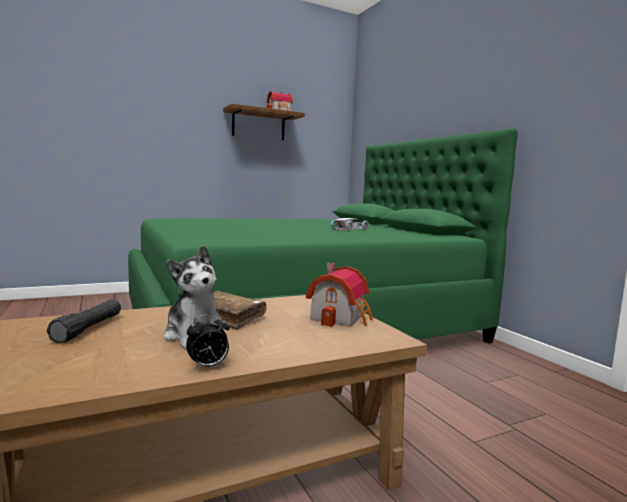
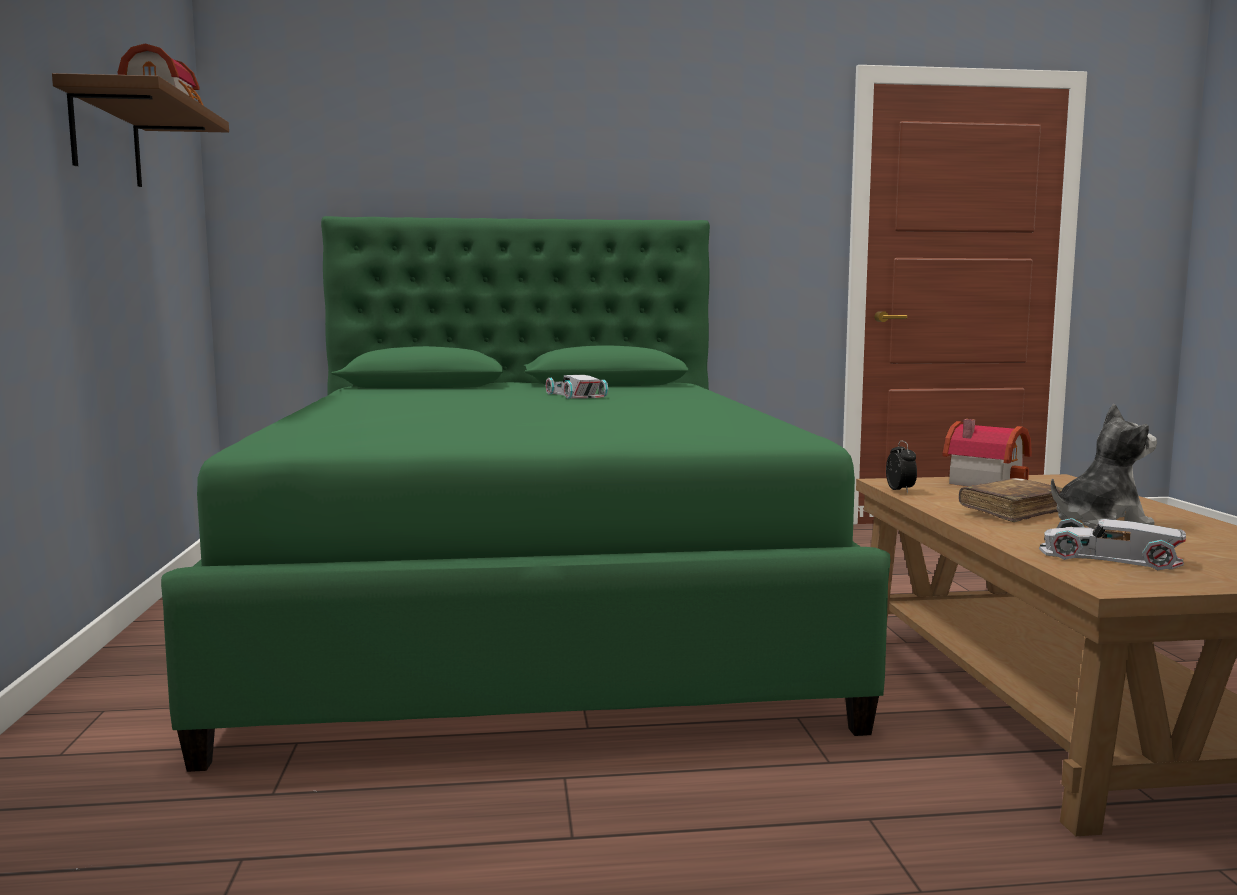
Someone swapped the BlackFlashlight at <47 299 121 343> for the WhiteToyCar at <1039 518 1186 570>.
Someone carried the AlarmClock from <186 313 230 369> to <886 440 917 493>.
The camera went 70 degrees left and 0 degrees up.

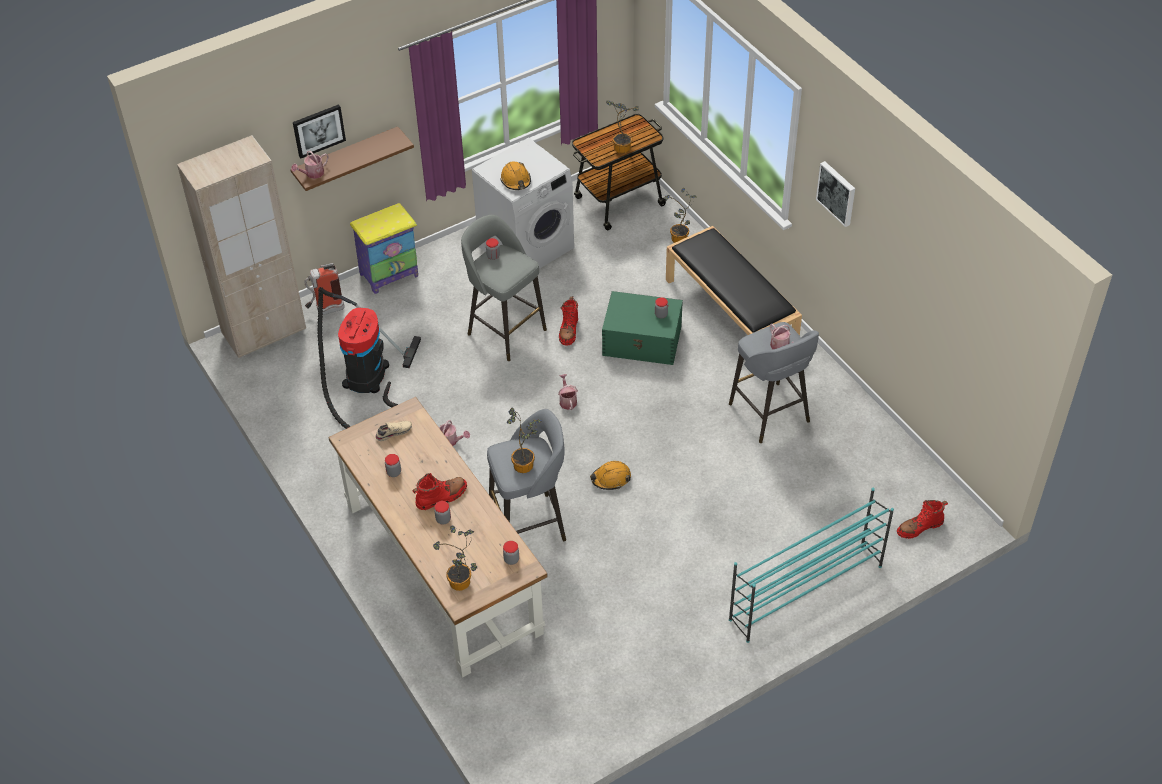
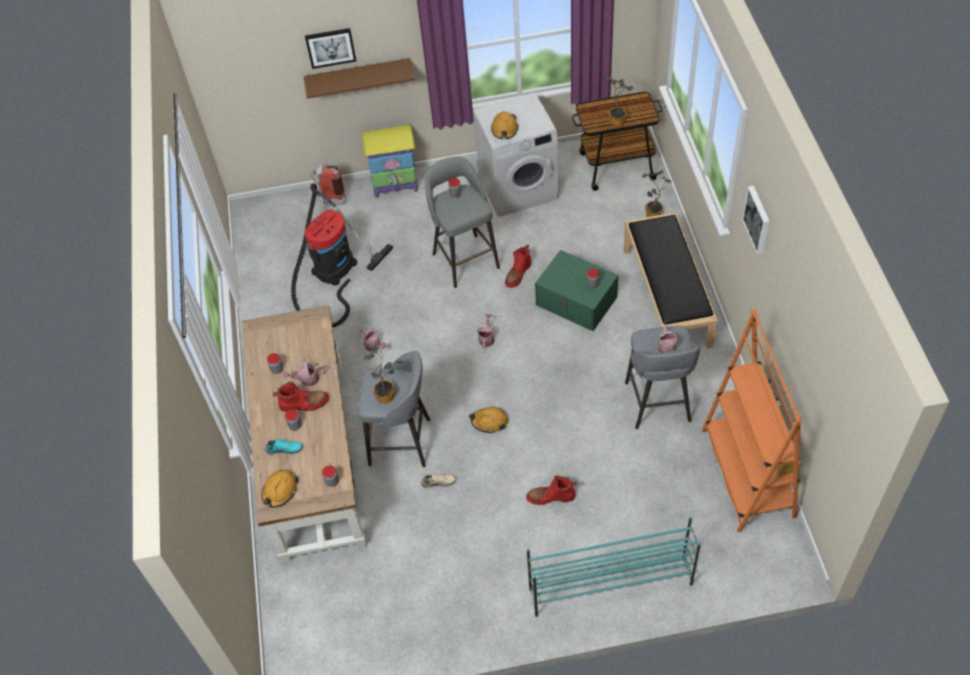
Someone took away the BeigeCabinet at <177 135 306 358>.
Someone carried the WateringCan from <291 151 329 179> to <283 360 326 386>.
Someone carried the BeigeShoe from <375 421 412 441> to <421 473 456 488>.
Someone swapped the PottedPlant at <433 525 477 591> for the OrangeHardHat at <262 470 298 507>.
Someone carried the RedBoot from <897 500 948 539> to <526 475 577 505>.
Someone put down the TurquoiseShoe at <265 439 302 454>.
Someone put down the OrangeBookcase at <702 309 802 532>.
The camera went 25 degrees right and 5 degrees up.

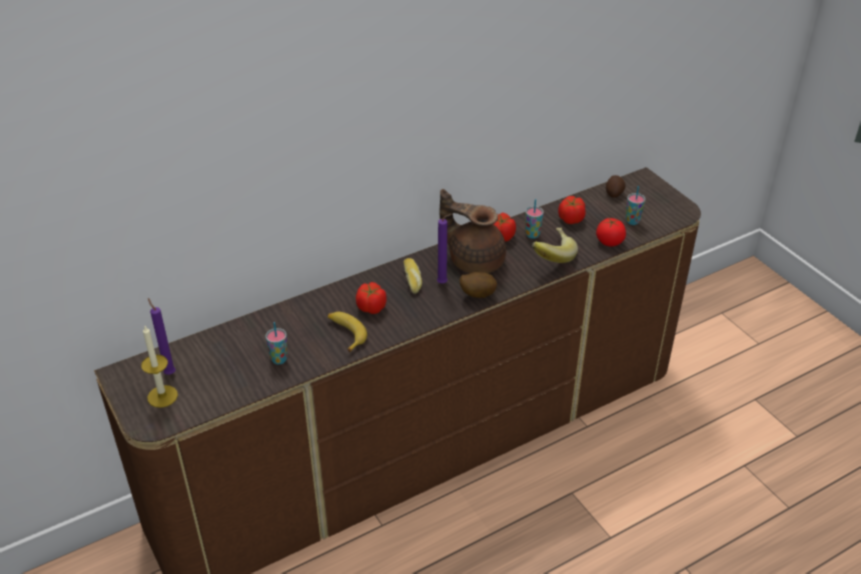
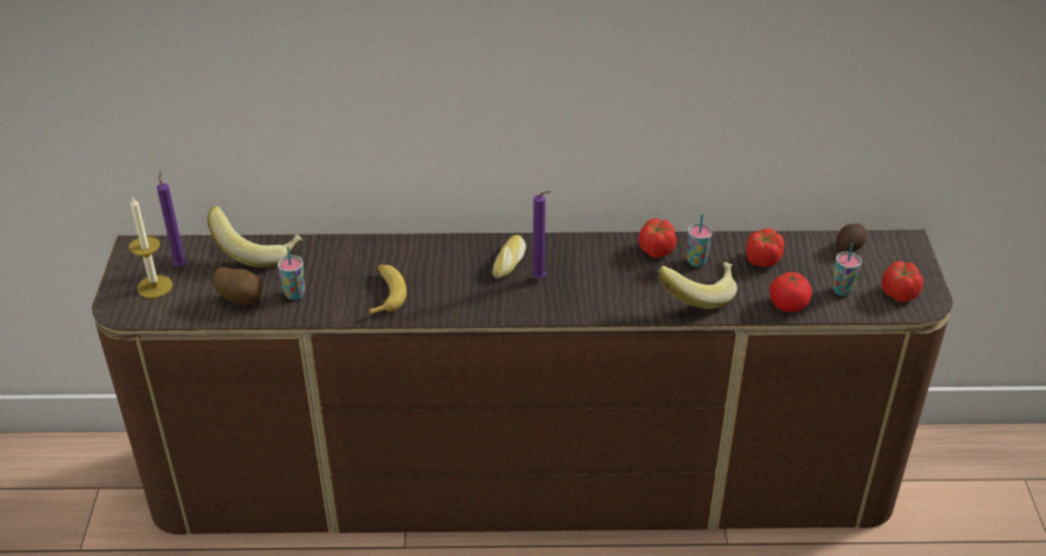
Someone carried the Tomato from <356 282 387 314> to <881 261 923 302>.
Someone took away the BrownTeapot at <440 189 506 273>.
Someone carried the Potato from <460 272 497 298> to <213 267 262 305>.
Someone put down the Banana at <207 206 302 268>.
The camera went 30 degrees right and 0 degrees up.

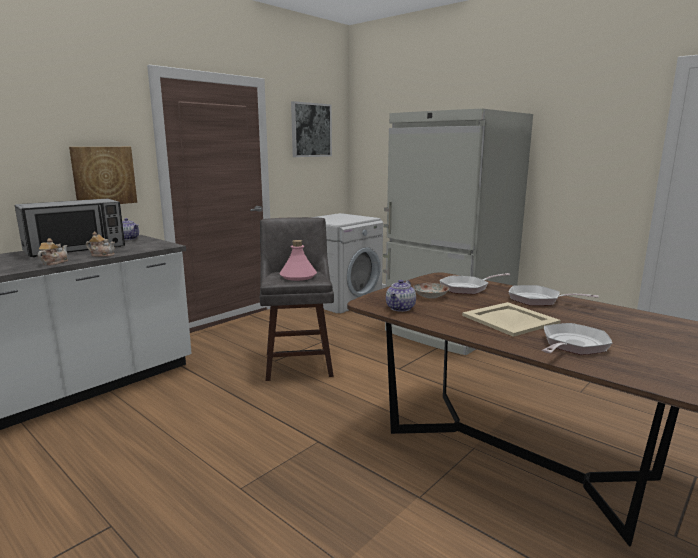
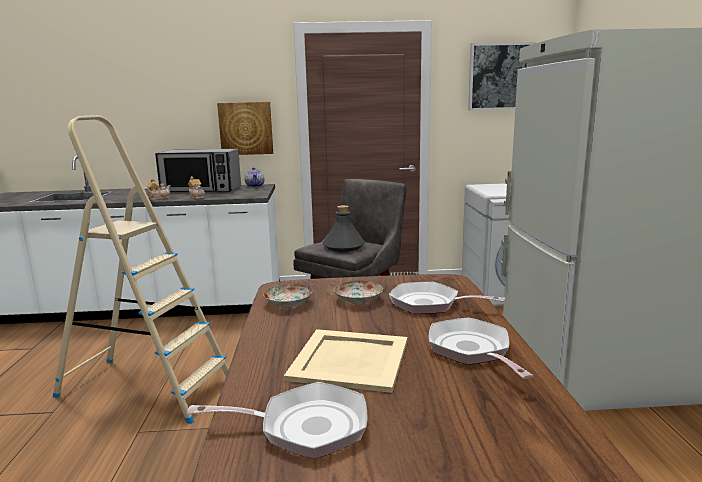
Someone repainted the PinkBottle at <279 240 317 281>, which became the GreyBottle at <323 205 365 252>.
Someone swapped the Teapot at <386 280 416 312> for the Plate at <263 284 312 308>.
Someone put down the BeigeStepLadder at <53 115 229 424>.
The camera went 45 degrees right and 0 degrees up.

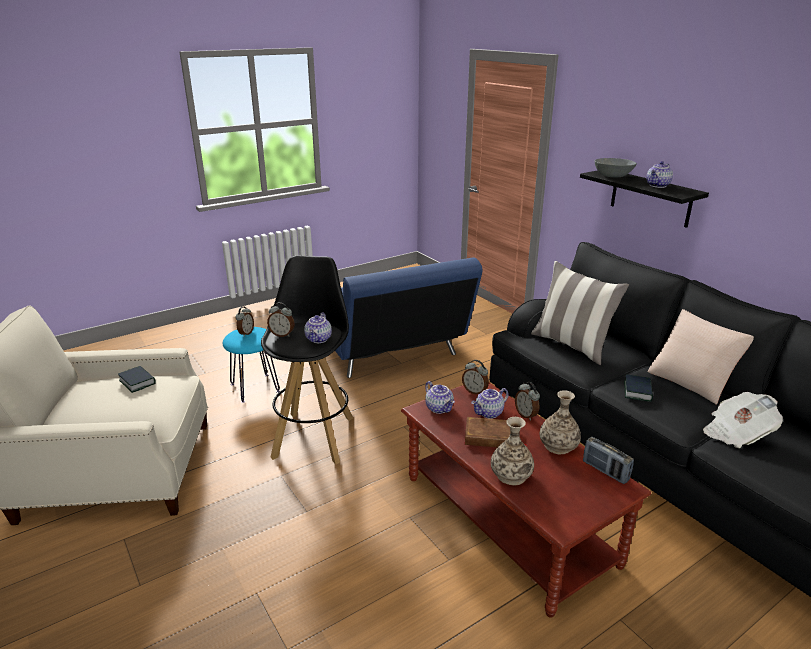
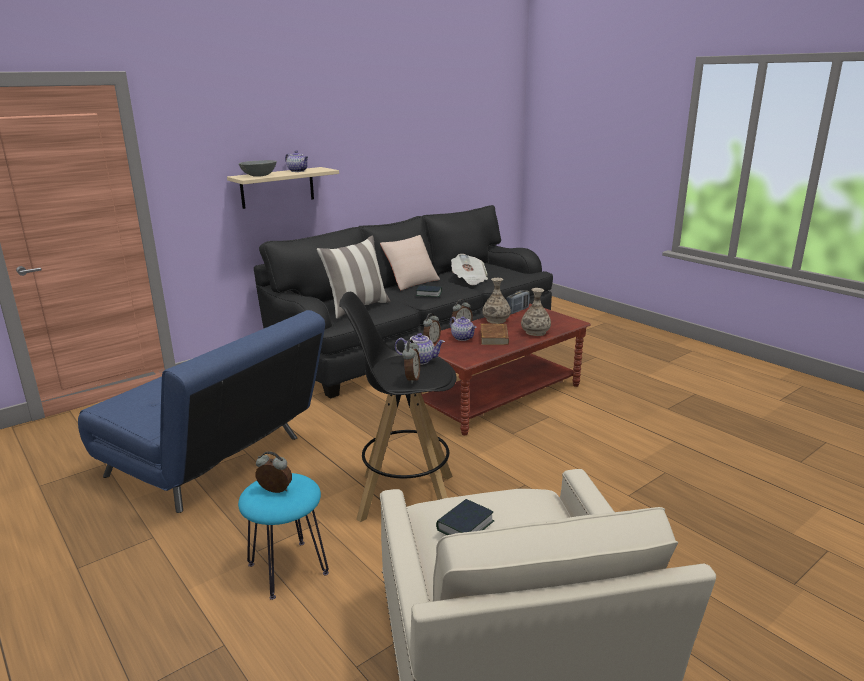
Someone rotated the BlueArmchair at <335 257 482 378> by 60 degrees clockwise.
Someone took away the Teapot at <425 381 455 414>.
Someone repainted the BlackShelf at <580 170 709 228>, which became the BeigeShelf at <227 167 339 209>.
The camera went 95 degrees left and 5 degrees down.

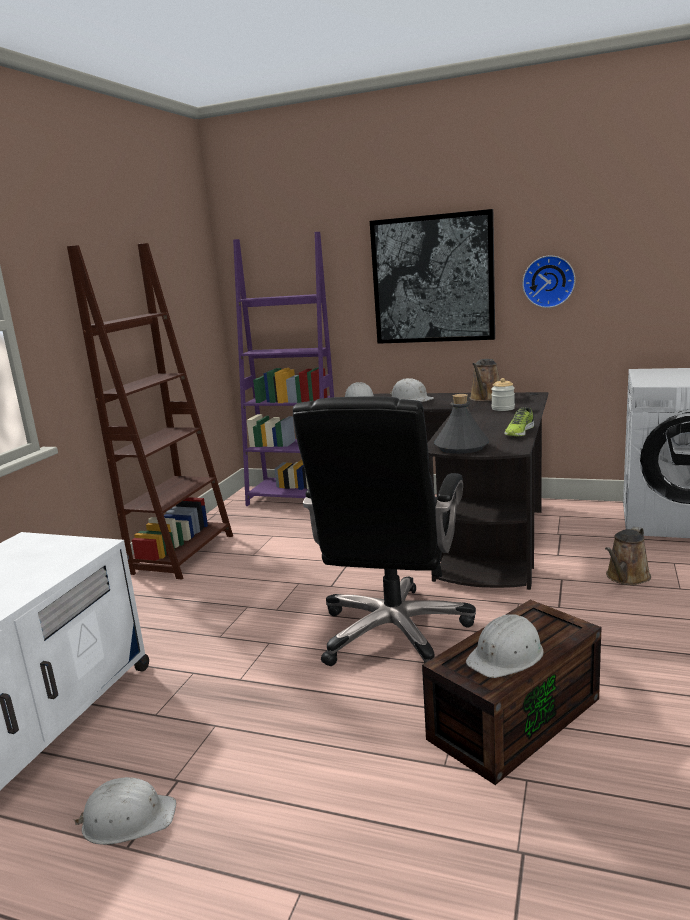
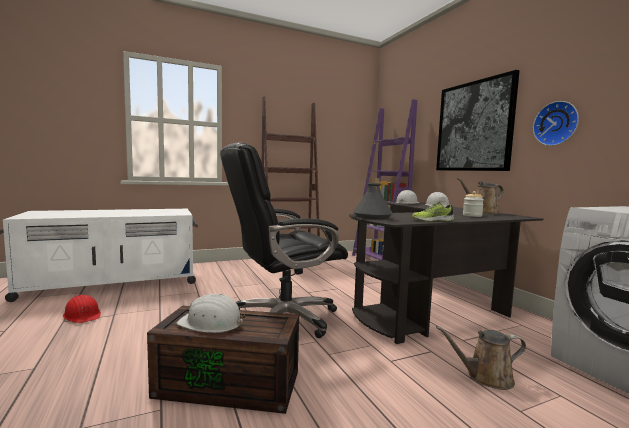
Someone repainted the WhiteHardHat at <74 777 176 845>, which became the RedHardHat at <63 295 101 323>.
The camera went 45 degrees right and 10 degrees down.

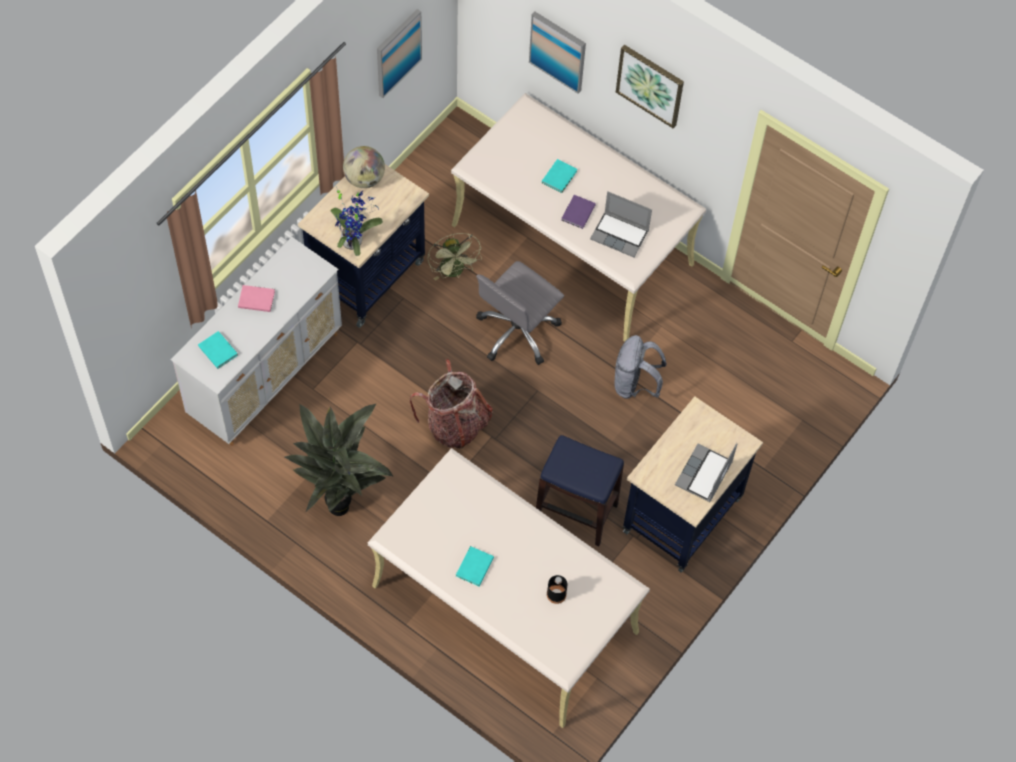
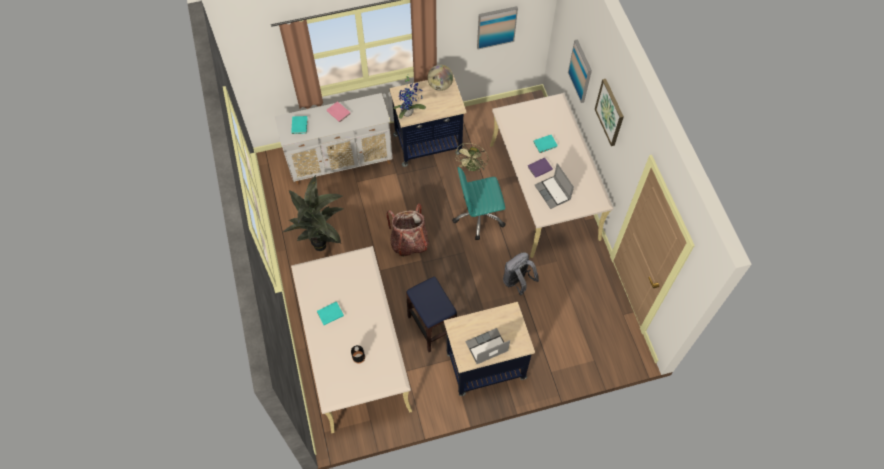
Someone repainted the GreyOfficeChair at <476 261 564 365>, which became the TurquoiseOfficeChair at <452 167 506 240>.
The camera went 40 degrees right and 0 degrees up.

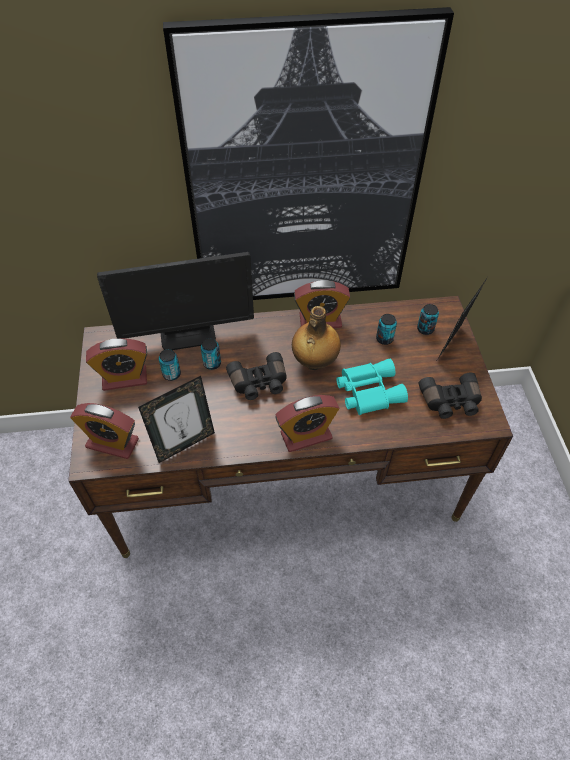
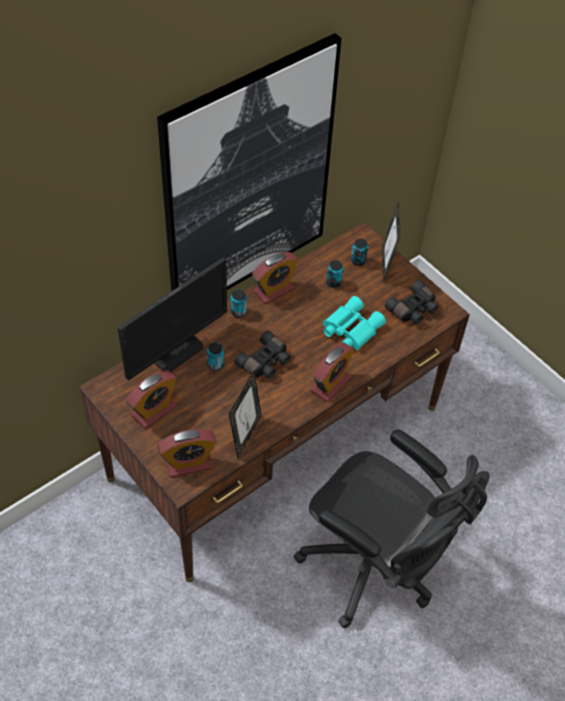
Someone carried the Can from <159 349 181 381> to <231 289 247 317>.
Someone took away the Bottle at <292 306 341 370>.
Someone put down the OfficeChair at <294 430 490 628>.
The camera went 35 degrees left and 0 degrees up.

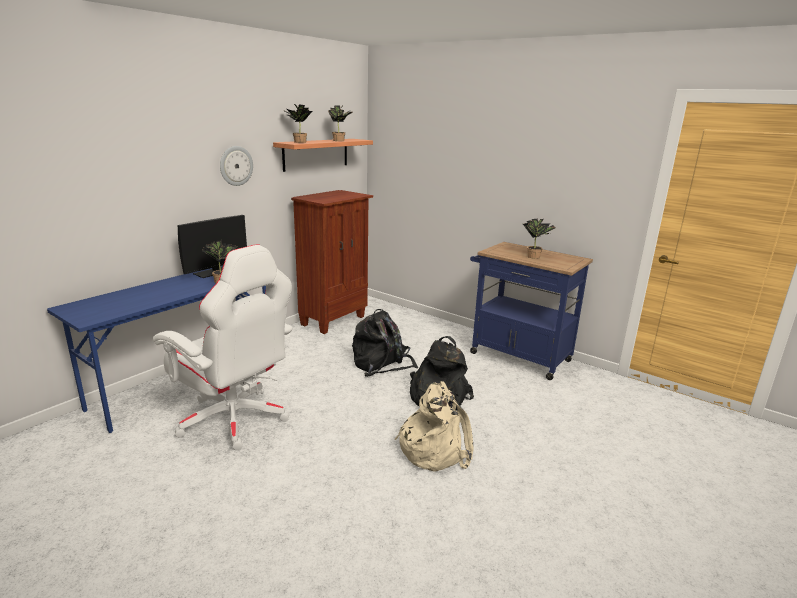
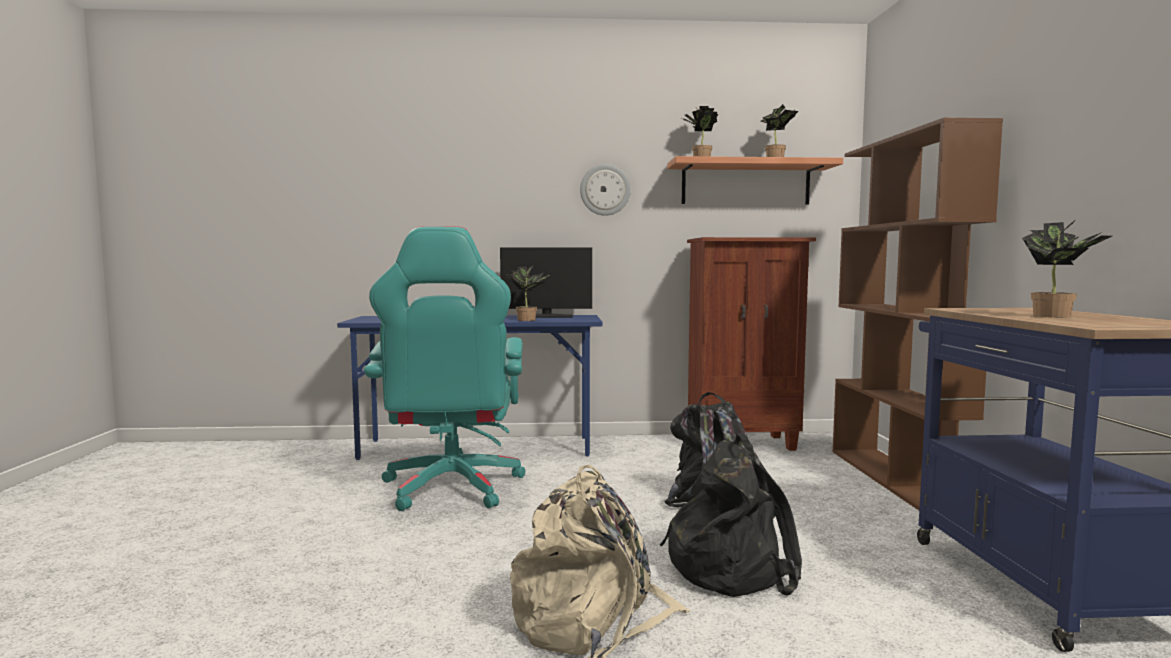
Someone repainted the WhiteOfficeChair at <153 244 293 450>, which became the TurquoiseOfficeChair at <364 226 525 511>.
Someone put down the BrownBookcase at <833 117 1003 510>.
The camera went 50 degrees right and 15 degrees down.

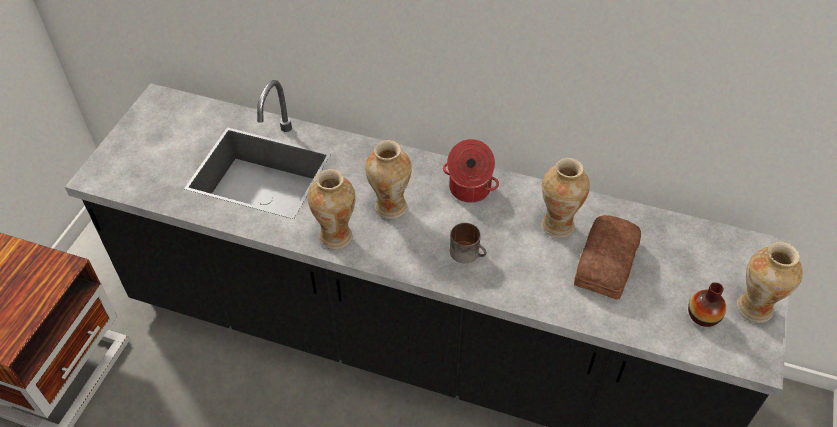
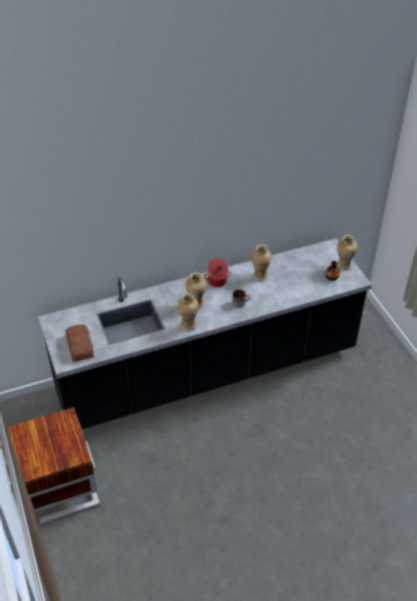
Someone carried the Bread from <574 215 641 299> to <65 325 94 362>.
The camera went 40 degrees left and 5 degrees down.

